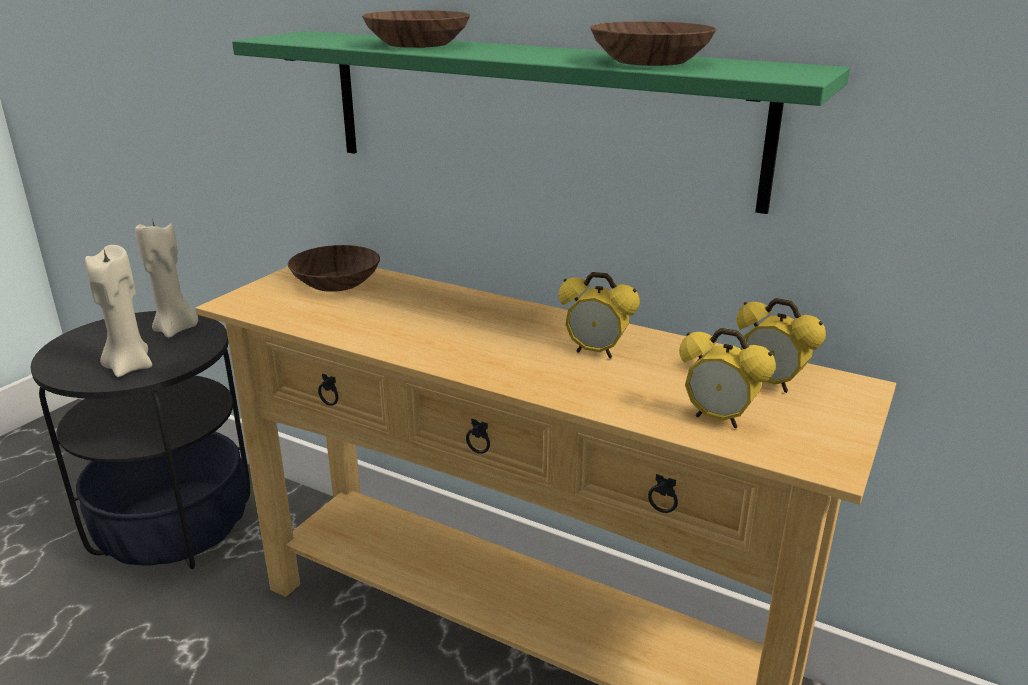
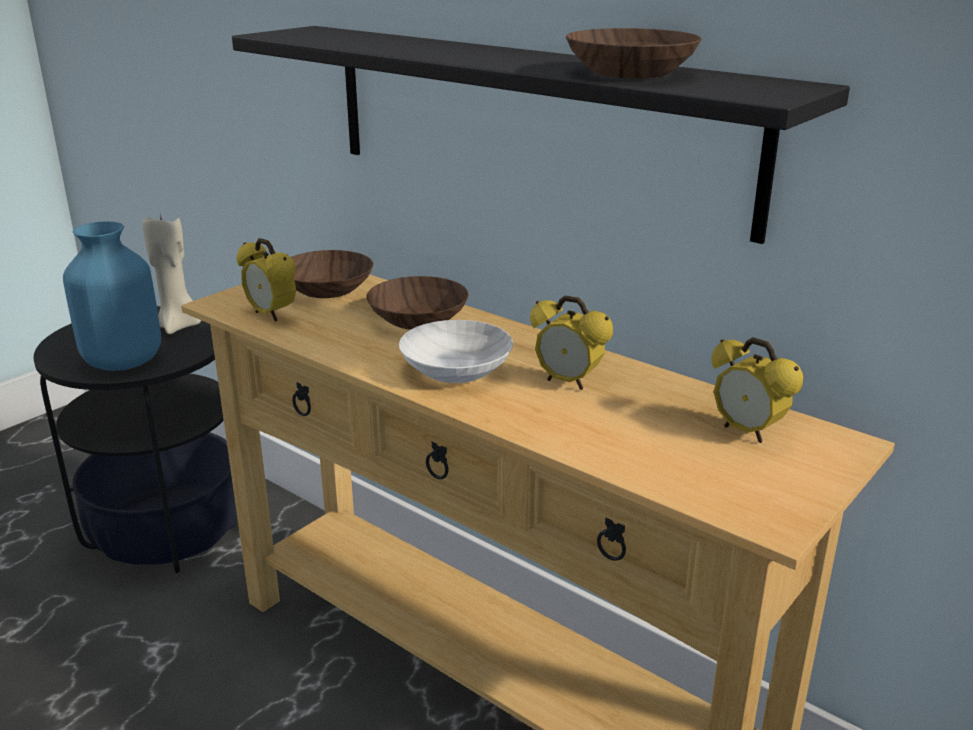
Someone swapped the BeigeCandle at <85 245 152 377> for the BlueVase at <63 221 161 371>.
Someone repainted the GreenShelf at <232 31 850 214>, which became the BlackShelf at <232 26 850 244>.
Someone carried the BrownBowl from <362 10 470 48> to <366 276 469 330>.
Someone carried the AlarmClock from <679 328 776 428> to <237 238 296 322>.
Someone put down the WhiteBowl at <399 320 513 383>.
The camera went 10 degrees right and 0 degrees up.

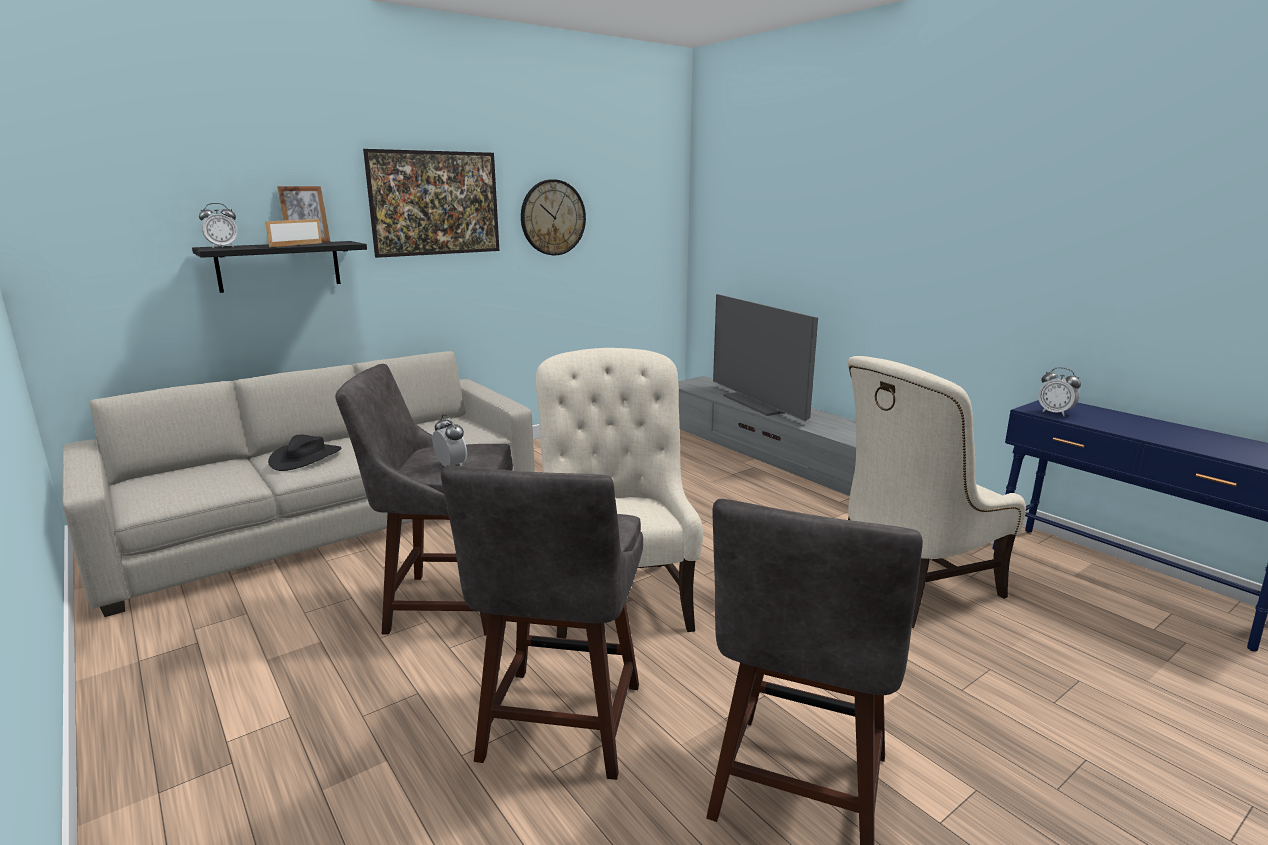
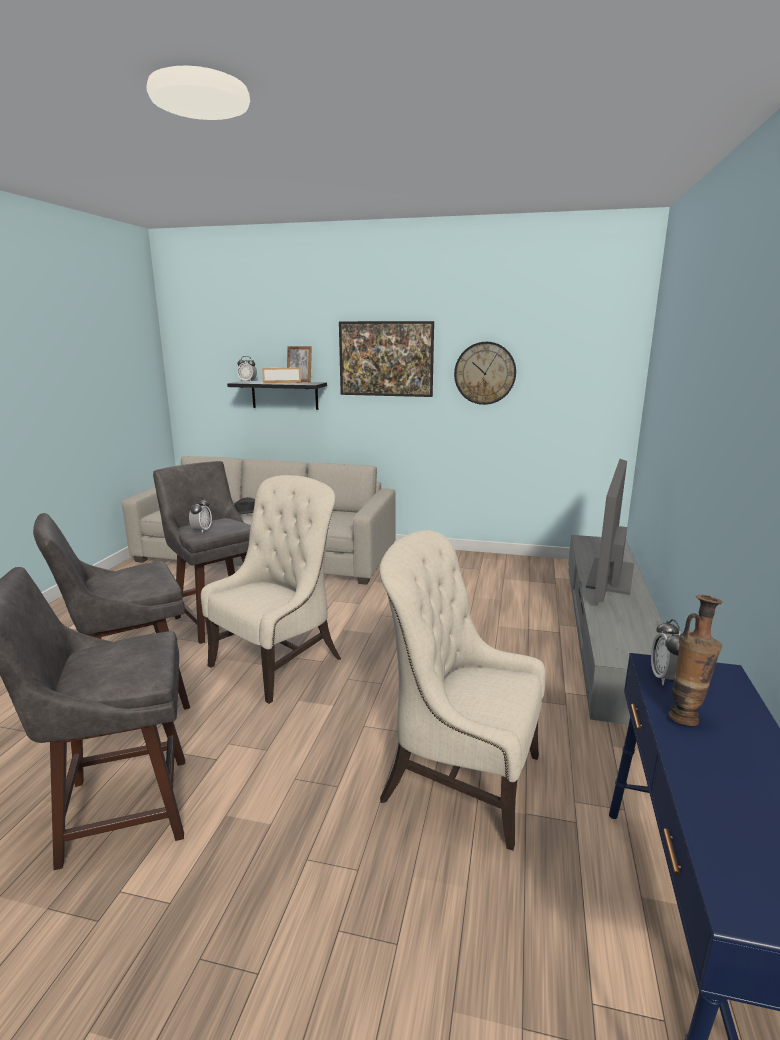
Someone put down the Vase at <669 595 723 726>.
The camera went 50 degrees right and 0 degrees up.

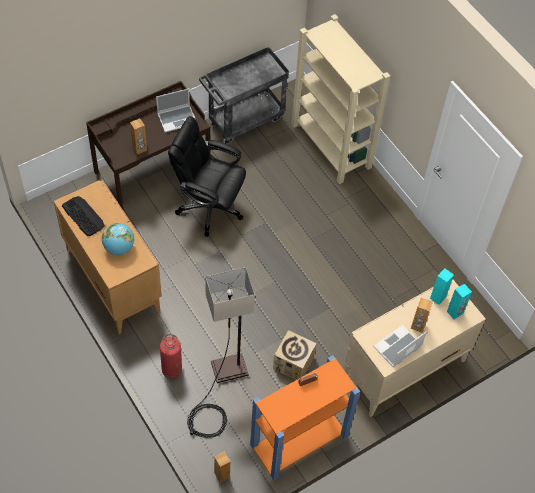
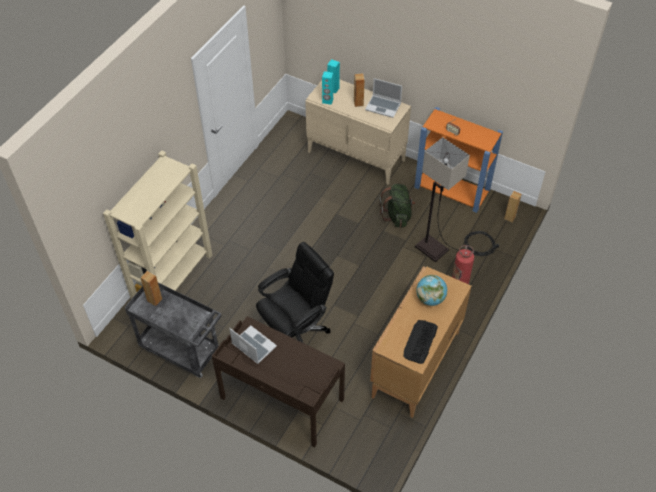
Someone carried the BrownSpeaker from <130 118 147 154> to <141 271 162 306>.
Someone rotated the BlackOfficeChair at <168 116 246 237> by 120 degrees counterclockwise.
Someone swapped the CardboardBox at <273 330 317 380> for the GreenBackpack at <379 184 415 228>.
The camera went 115 degrees left and 5 degrees down.

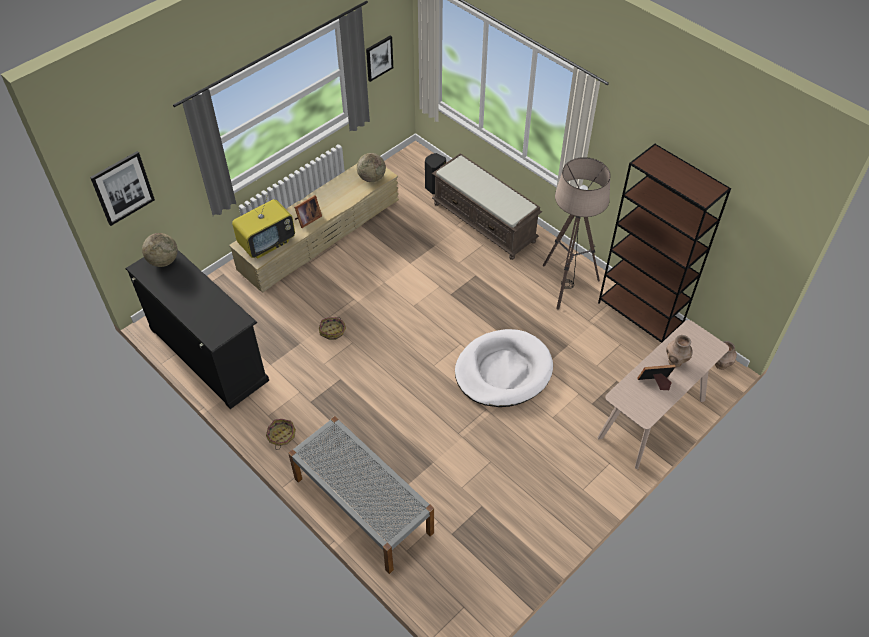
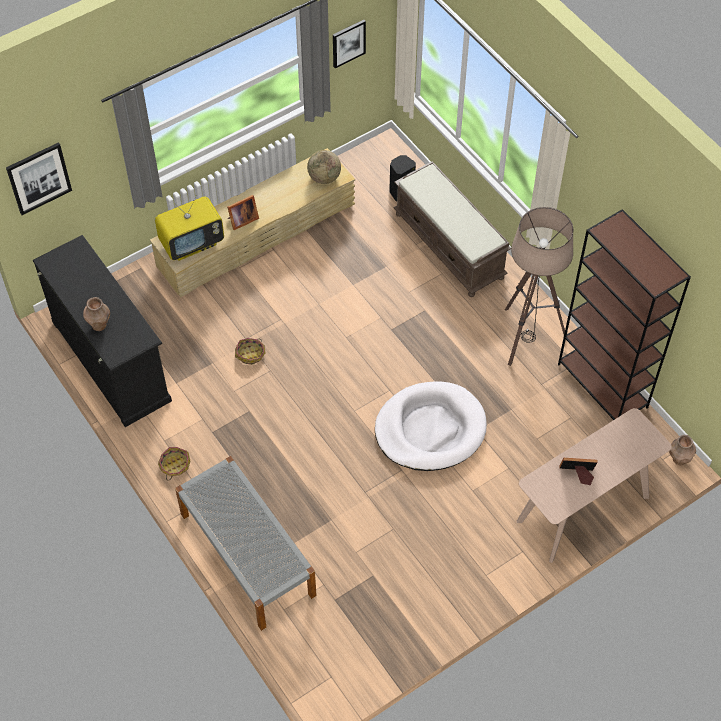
Someone took away the Globe at <142 233 178 267>.
Someone carried the BrownVase from <666 335 693 367> to <83 297 110 331>.
The camera went 10 degrees right and 5 degrees up.

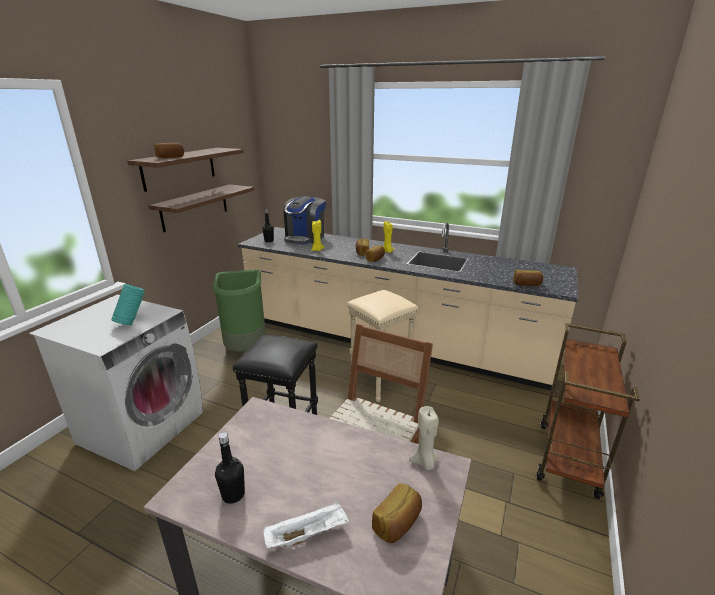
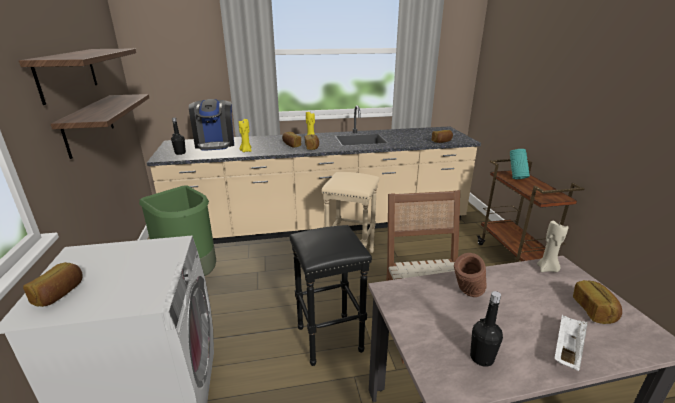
Someone carried the TurquoiseVase from <111 284 145 325> to <510 149 530 179>.
Someone carried the Bread from <154 143 184 158> to <23 262 83 307>.
Someone put down the BrownVase at <454 253 487 297>.
The camera went 35 degrees left and 0 degrees up.

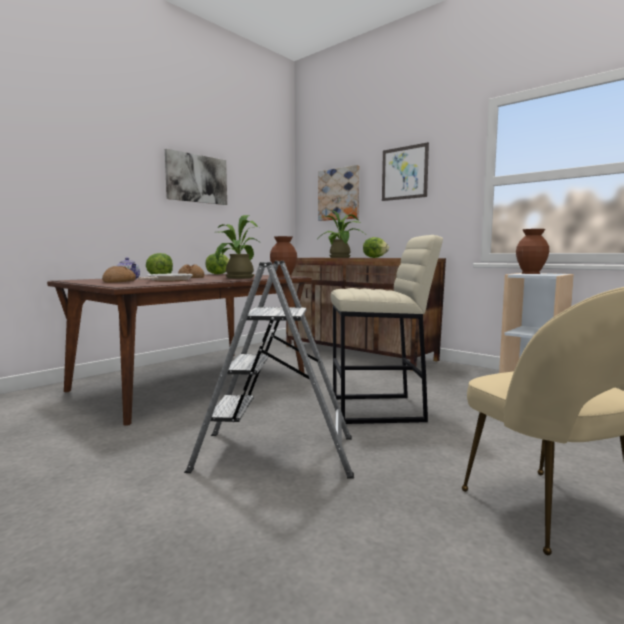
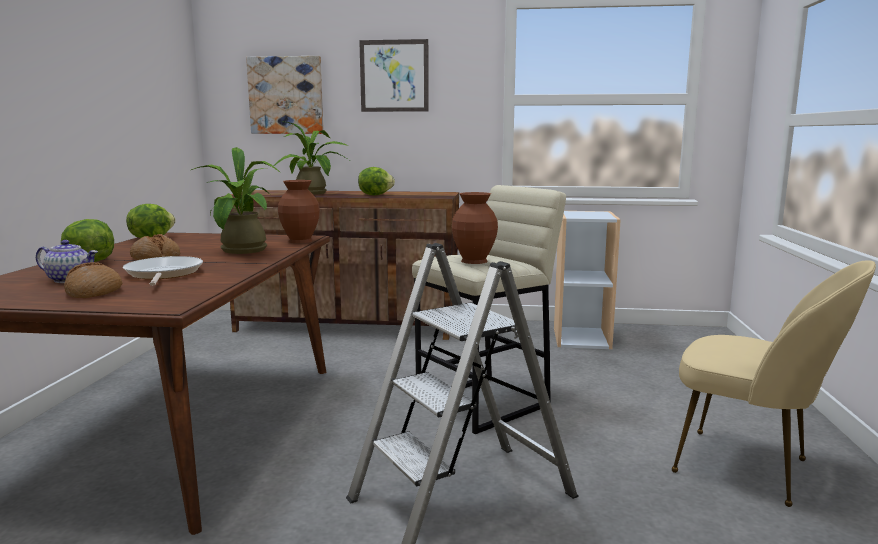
Someone took away the Picture at <165 149 227 205>.
Someone carried the BrownVase from <516 229 549 274> to <452 192 498 264>.
The camera went 35 degrees left and 5 degrees up.

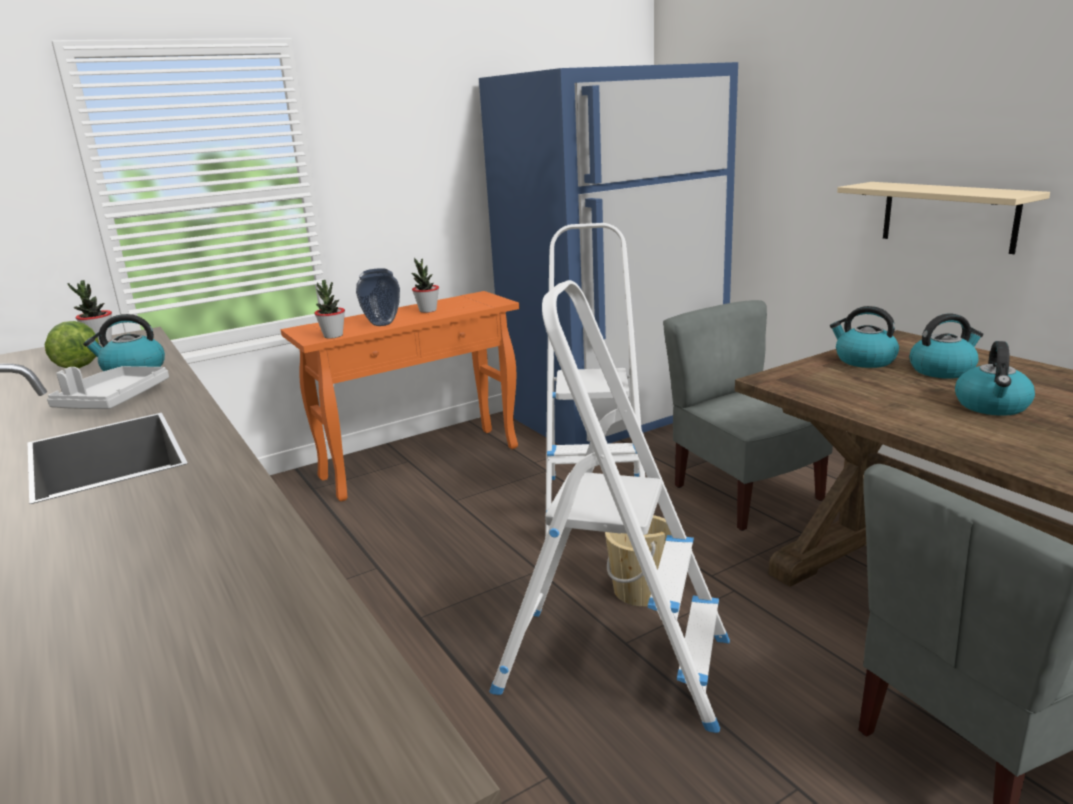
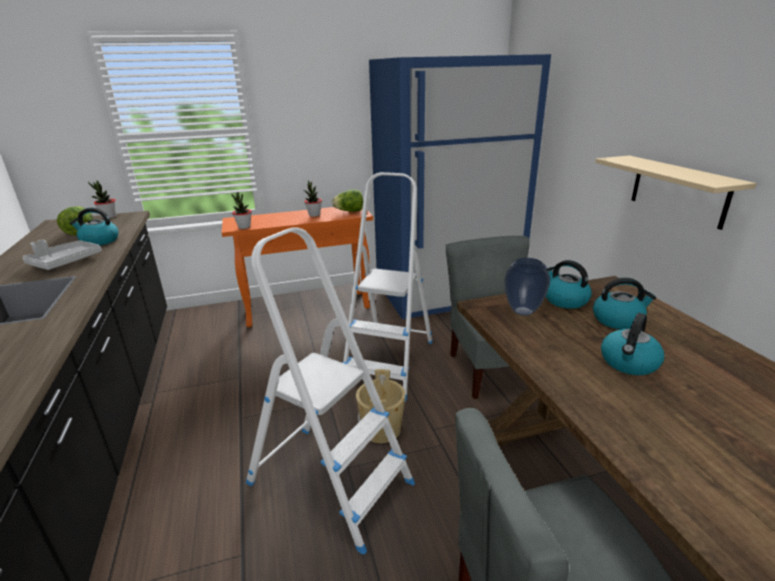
Someone carried the Vase from <356 268 400 326> to <504 258 550 316>.
Someone put down the Lettuce at <332 189 363 212>.
The camera went 15 degrees right and 5 degrees up.

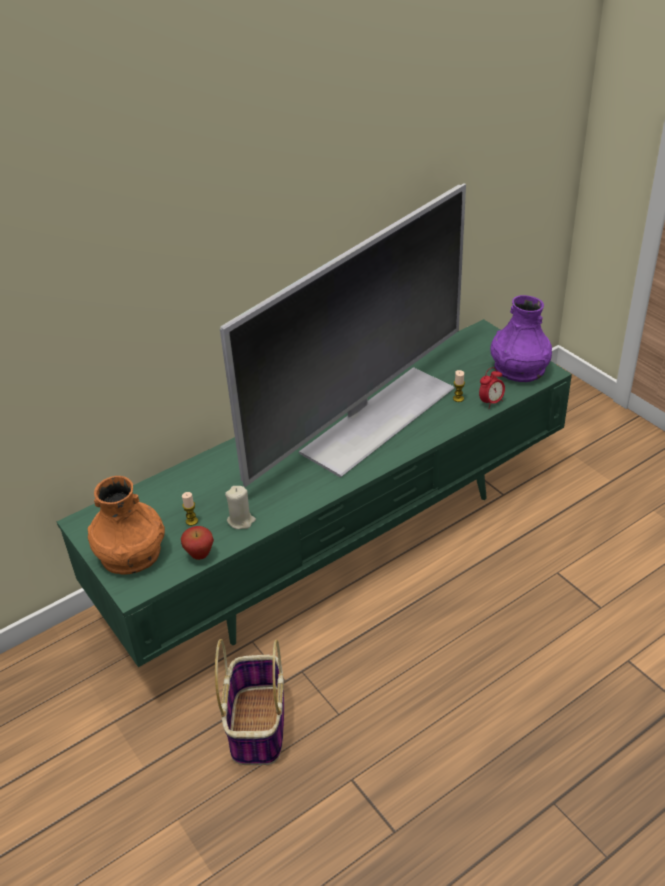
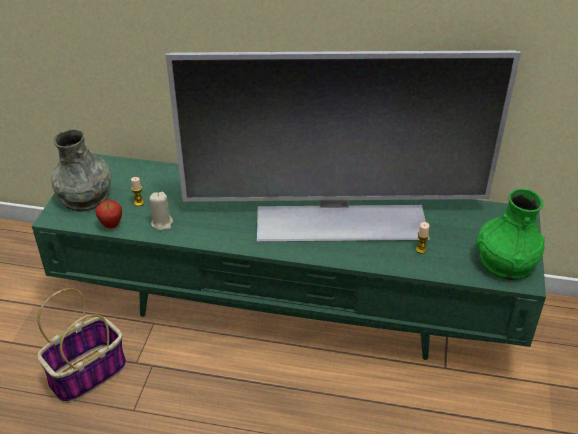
Someone repainted the OrangeVase at <87 476 165 575>, which became the GreyVase at <51 129 112 211>.
Someone took away the AlarmClock at <479 367 505 409>.
Someone repainted the PurpleVase at <490 295 552 382>, which became the GreenVase at <476 188 545 280>.
The camera went 45 degrees right and 0 degrees up.

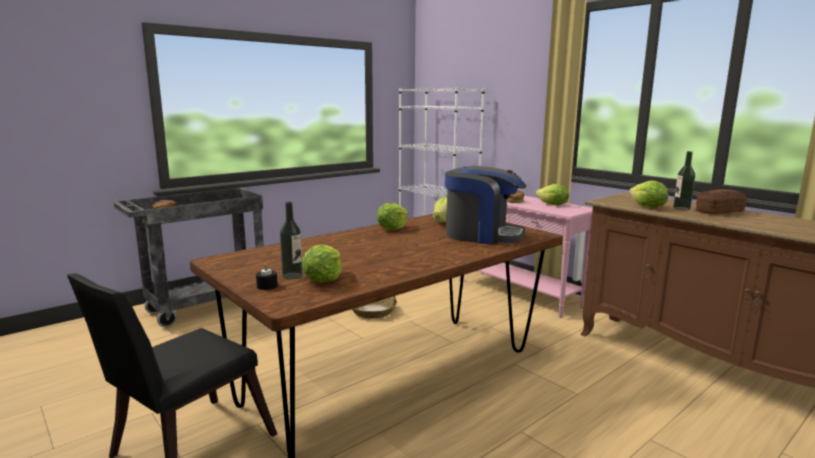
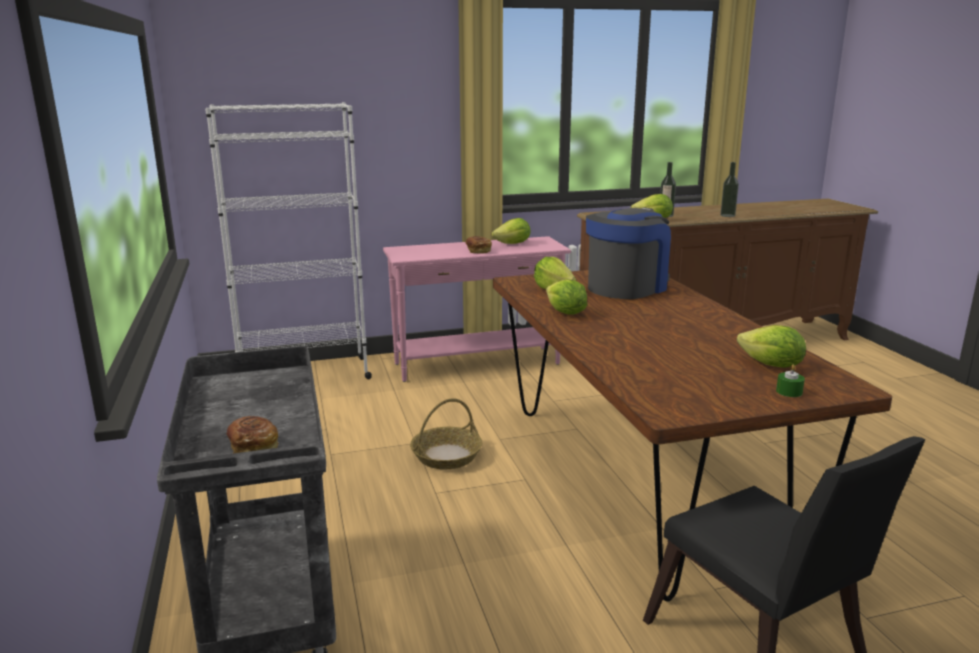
Someone repainted the BlackCandle at <256 263 278 290>, which became the GreenCandle at <776 365 805 397>.
Someone carried the Bottle from <280 202 303 279> to <720 162 739 217>.
Someone took away the Bread at <696 189 747 214>.
The camera went 65 degrees left and 5 degrees up.

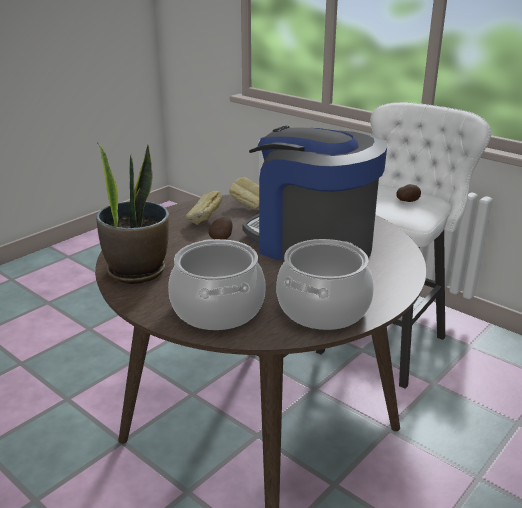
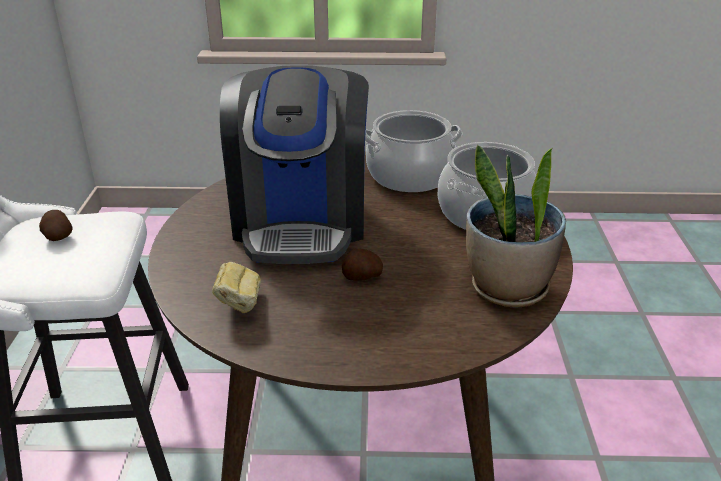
Someone took away the Bread at <186 191 223 225>.
The camera went 130 degrees left and 5 degrees up.

